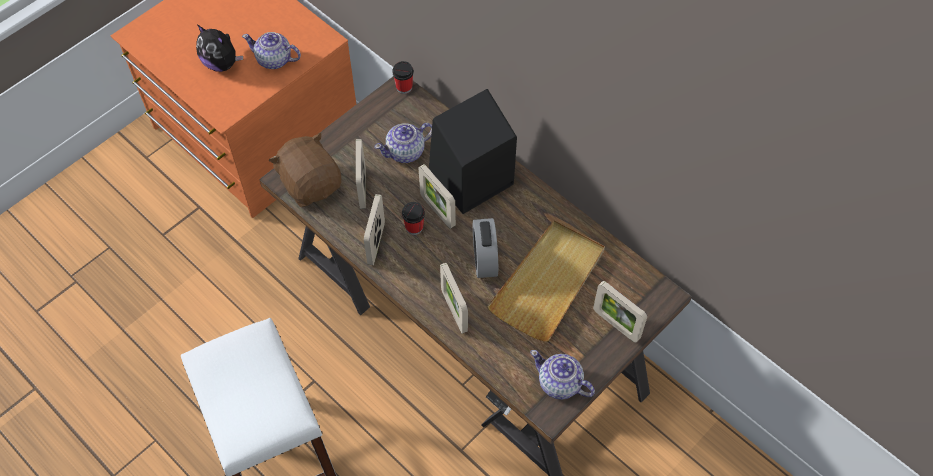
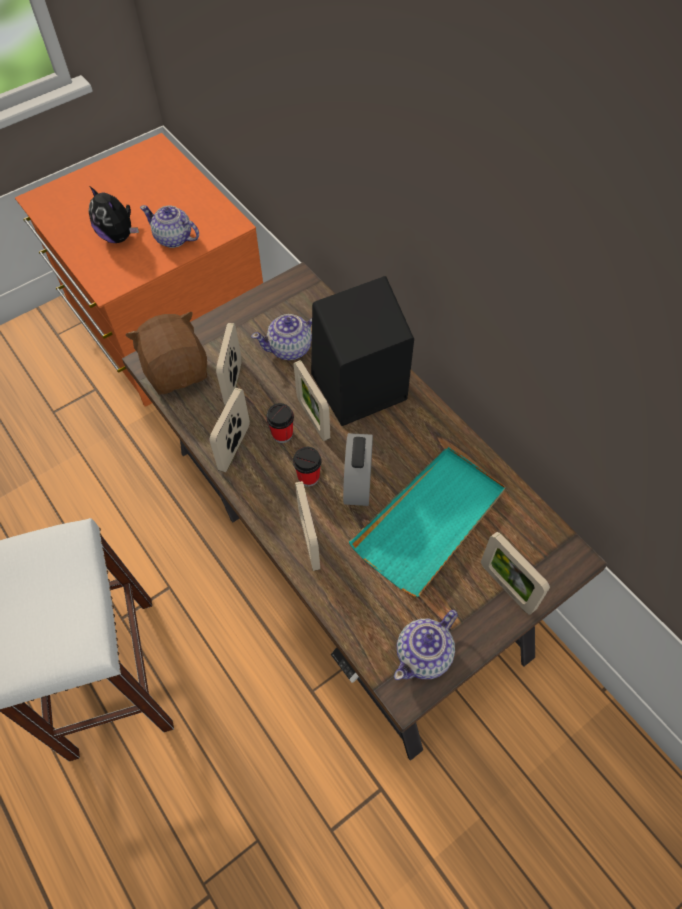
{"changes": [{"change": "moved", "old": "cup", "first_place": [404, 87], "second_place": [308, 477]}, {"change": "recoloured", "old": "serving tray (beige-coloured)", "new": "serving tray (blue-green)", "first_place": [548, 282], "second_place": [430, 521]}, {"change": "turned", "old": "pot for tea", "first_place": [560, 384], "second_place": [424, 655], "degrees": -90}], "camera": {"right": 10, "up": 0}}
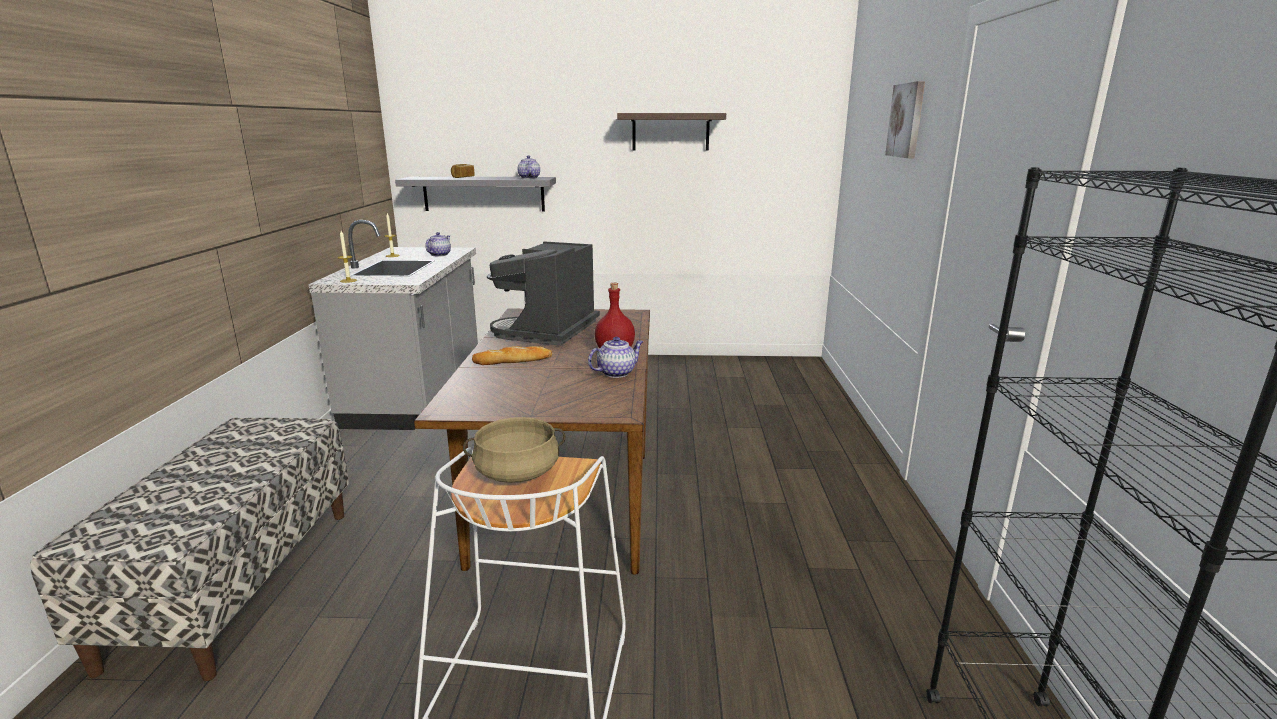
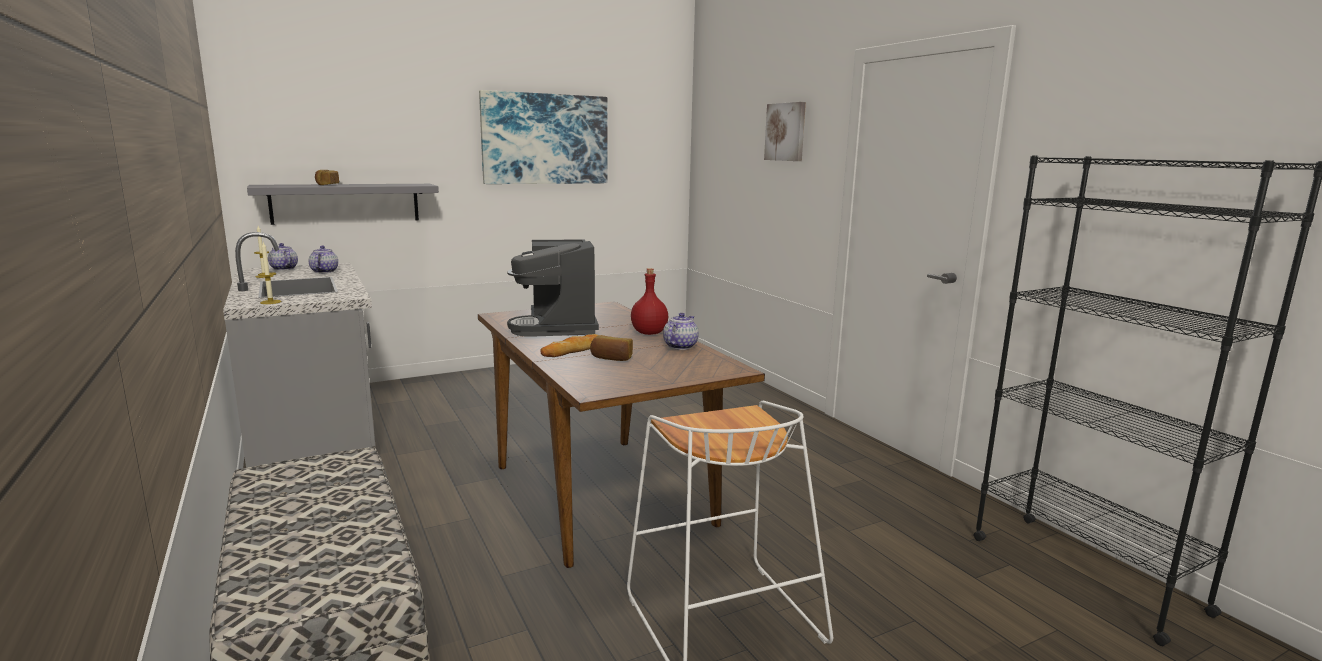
{"changes": [{"change": "replaced", "old": "bracket shelf", "new": "wall art", "first_place": [670, 132], "second_place": [545, 139]}, {"change": "moved", "old": "pot for tea", "first_place": [529, 178], "second_place": [283, 268]}, {"change": "removed", "old": "saucepot (beige-coloured)", "first_place": [517, 472]}, {"change": "added", "new": "baked bread", "second_place": [611, 358]}], "camera": {"right": -30, "up": -5}}
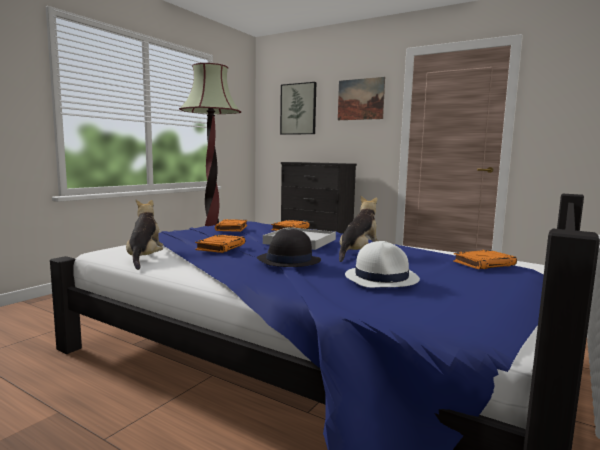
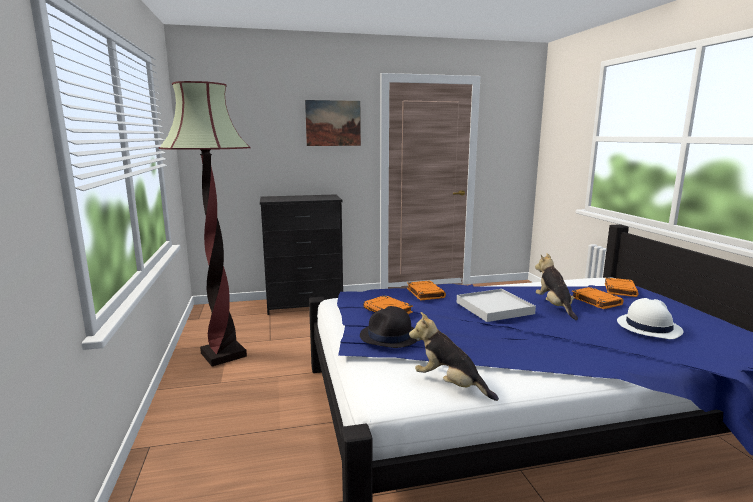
{"changes": [{"change": "removed", "old": "wall art", "first_place": [298, 109]}, {"change": "moved", "old": "wearable hat (black-coloured)", "first_place": [288, 260], "second_place": [389, 336]}, {"change": "moved", "old": "book (orangey)", "first_place": [221, 247], "second_place": [595, 301]}], "camera": {"right": -45, "up": 5}}
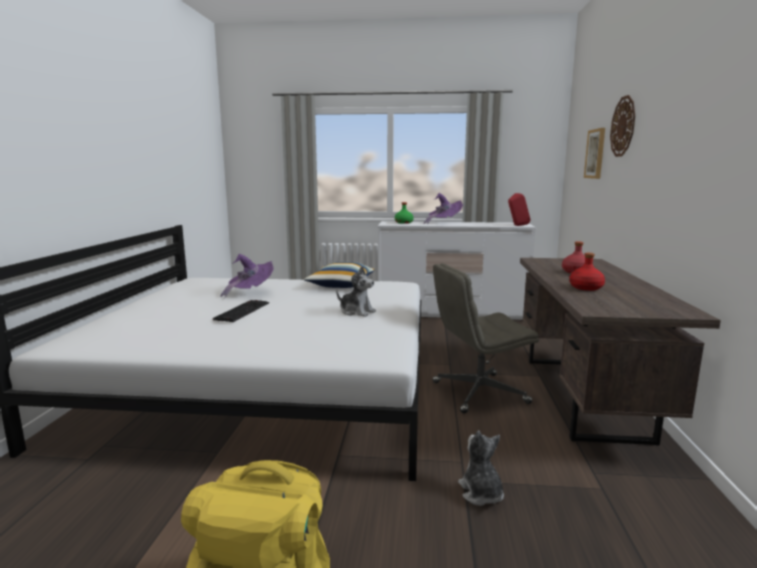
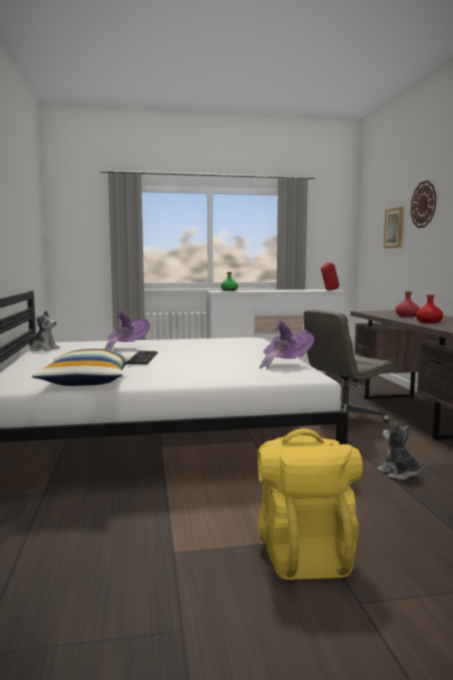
{"changes": [{"change": "moved", "old": "wearable hat (purple)", "first_place": [443, 223], "second_place": [285, 364]}, {"change": "moved", "old": "throw pillow", "first_place": [341, 285], "second_place": [86, 382]}, {"change": "moved", "old": "cuddly toy", "first_place": [356, 312], "second_place": [43, 349]}], "camera": {"right": -15, "up": -5}}
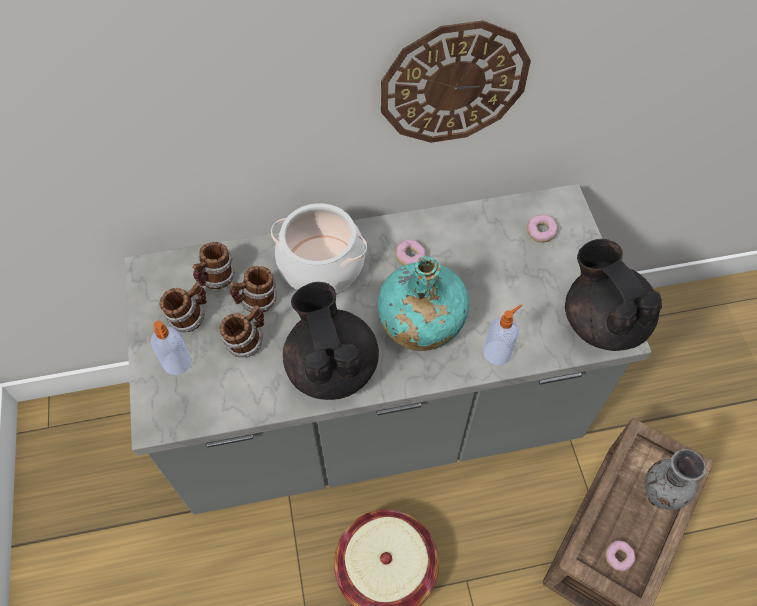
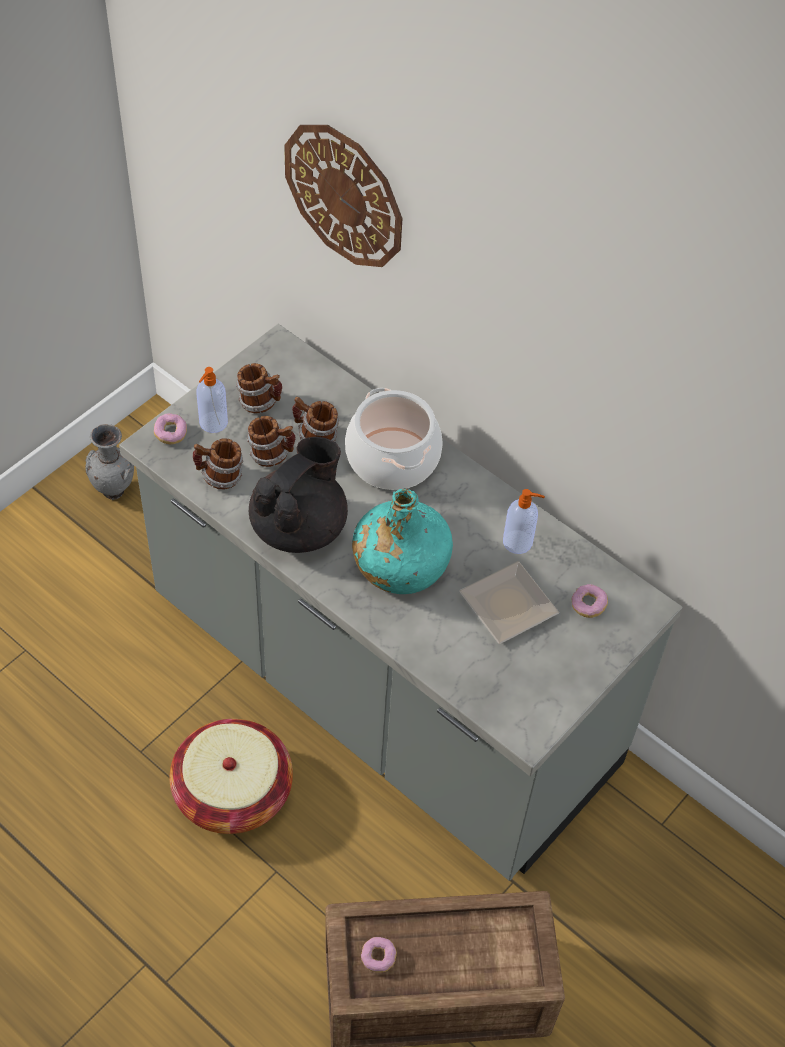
{"changes": [{"change": "moved", "old": "hanging clock", "first_place": [453, 83], "second_place": [344, 195]}, {"change": "removed", "old": "pot for tea (black-coloured)", "first_place": [602, 321]}, {"change": "moved", "old": "ring doughnut", "first_place": [410, 257], "second_place": [171, 434]}, {"change": "moved", "old": "mug", "first_place": [216, 279], "second_place": [219, 477]}, {"change": "moved", "old": "liquid soap bottle", "first_place": [498, 352], "second_place": [518, 542]}, {"change": "moved", "old": "decorative vase (greyish)", "first_place": [657, 494], "second_place": [115, 491]}, {"change": "added", "new": "flat dish", "second_place": [504, 604]}], "camera": {"right": 50, "up": -5}}
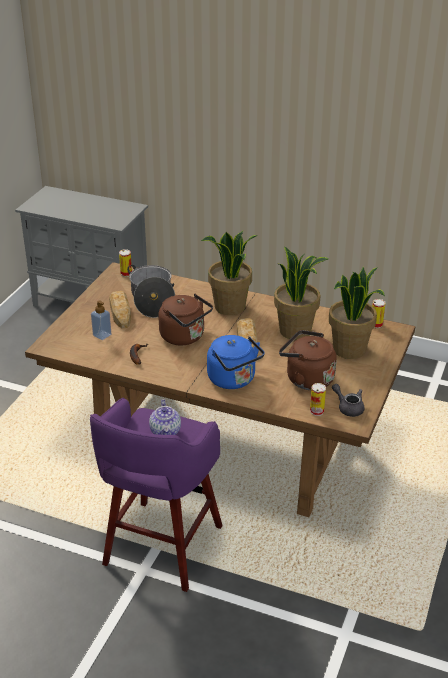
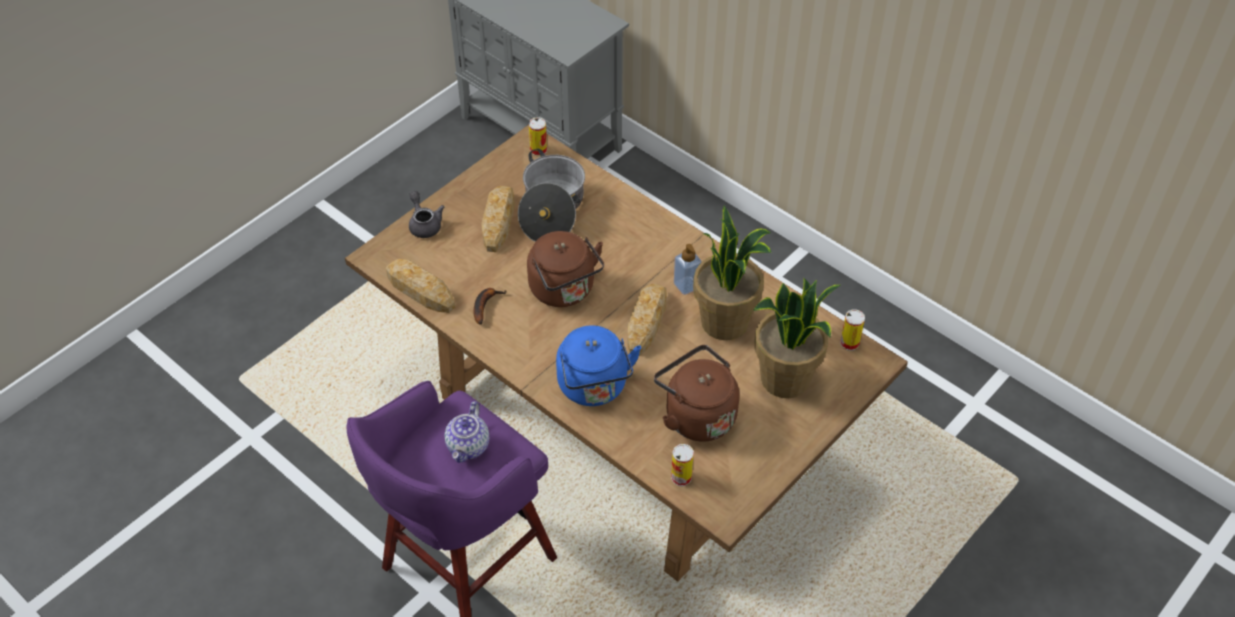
{"changes": [{"change": "removed", "old": "houseplant", "first_place": [230, 307]}, {"change": "moved", "old": "liquid soap bottle", "first_place": [102, 335], "second_place": [686, 285]}, {"change": "moved", "old": "pot for tea (greyish)", "first_place": [348, 407], "second_place": [424, 224]}, {"change": "added", "new": "baked bread", "second_place": [420, 290]}], "camera": {"right": 20, "up": 15}}
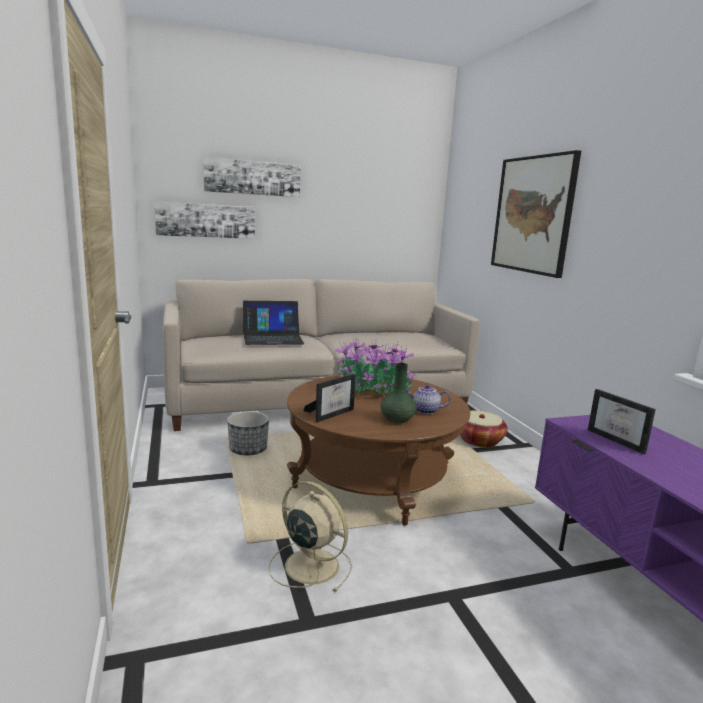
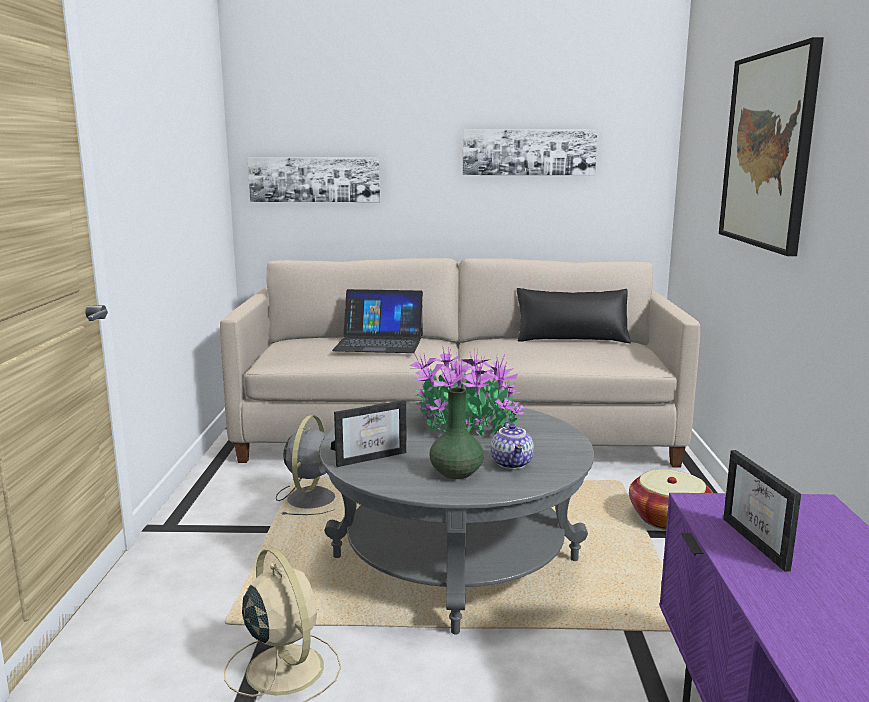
{"changes": [{"change": "moved", "old": "wall art", "first_place": [252, 177], "second_place": [528, 152]}, {"change": "recoloured", "old": "coffee table (brown-coloured)", "new": "coffee table (greyish)", "first_place": [372, 479], "second_place": [455, 559]}, {"change": "turned", "old": "pot for tea", "first_place": [425, 411], "second_place": [512, 464], "degrees": -120}, {"change": "replaced", "old": "plant pot", "new": "fan (greyish)", "first_place": [248, 450], "second_place": [312, 498]}, {"change": "added", "new": "throw pillow (black-coloured)", "second_place": [571, 339]}], "camera": {"right": 20, "up": 0}}
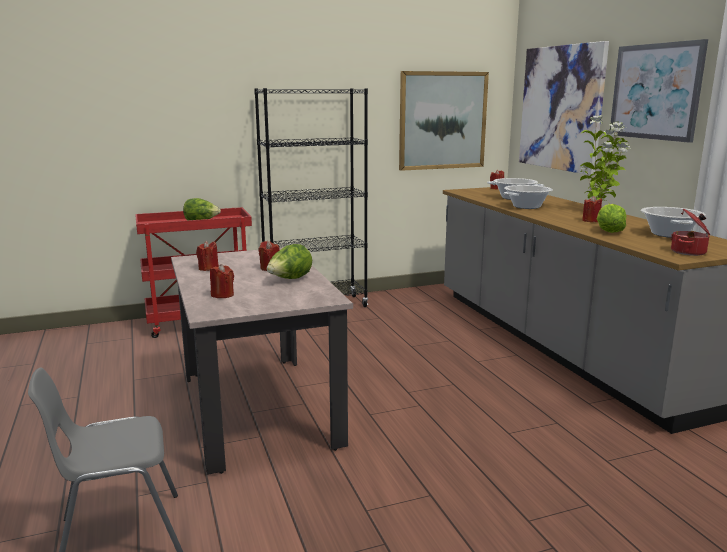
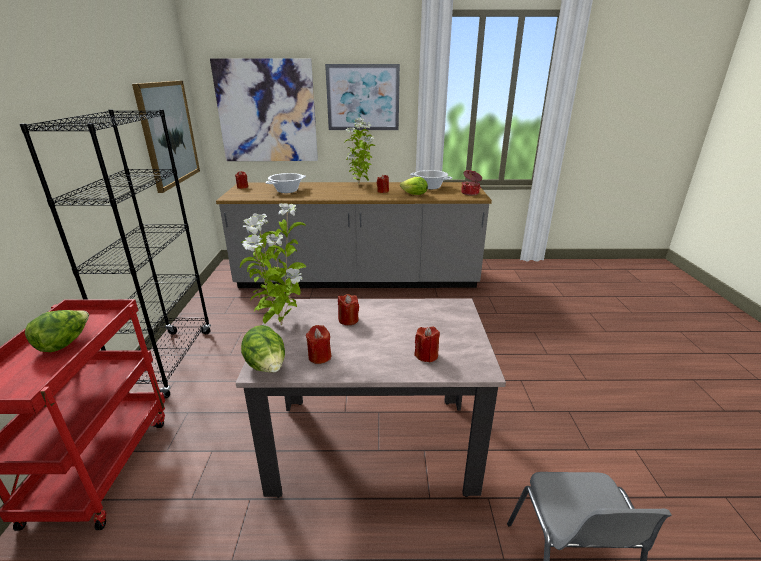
{"changes": [{"change": "removed", "old": "saucepot", "first_place": [527, 207]}, {"change": "moved", "old": "lettuce", "first_place": [290, 279], "second_place": [267, 367]}, {"change": "added", "new": "houseplant", "second_place": [280, 324]}], "camera": {"right": -70, "up": 10}}
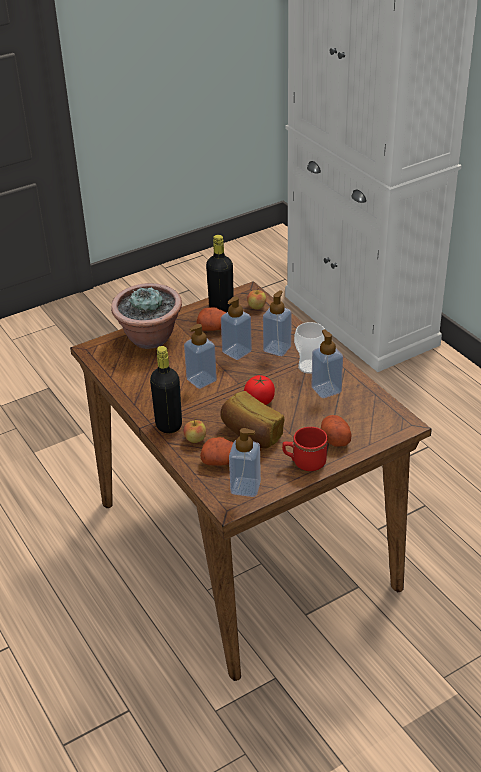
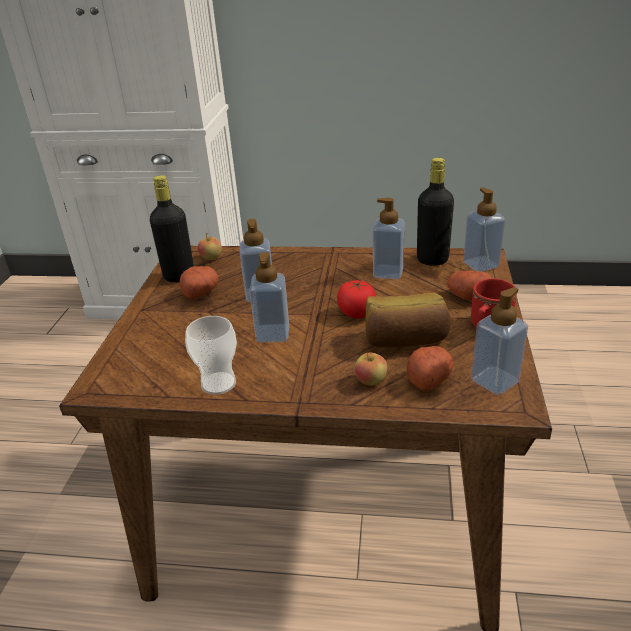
{"changes": [{"change": "removed", "old": "houseplant", "first_place": [150, 338]}, {"change": "moved", "old": "liquid soap bottle", "first_place": [277, 348], "second_place": [481, 265]}, {"change": "moved", "old": "cup", "first_place": [309, 366], "second_place": [218, 383]}, {"change": "moved", "old": "bottle (black-coloured)", "first_place": [168, 425], "second_place": [432, 260]}], "camera": {"right": -50, "up": -5}}
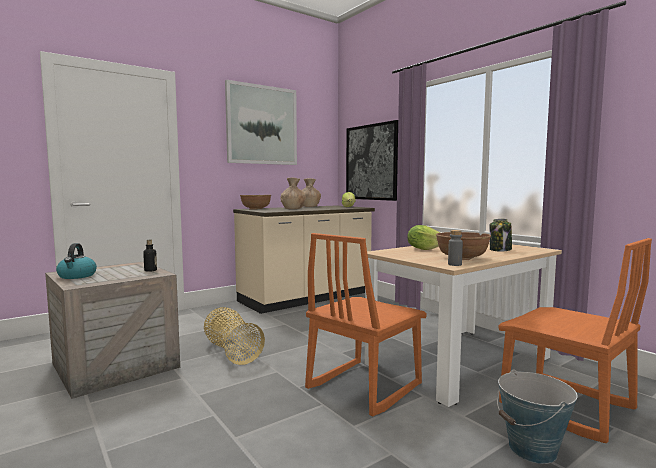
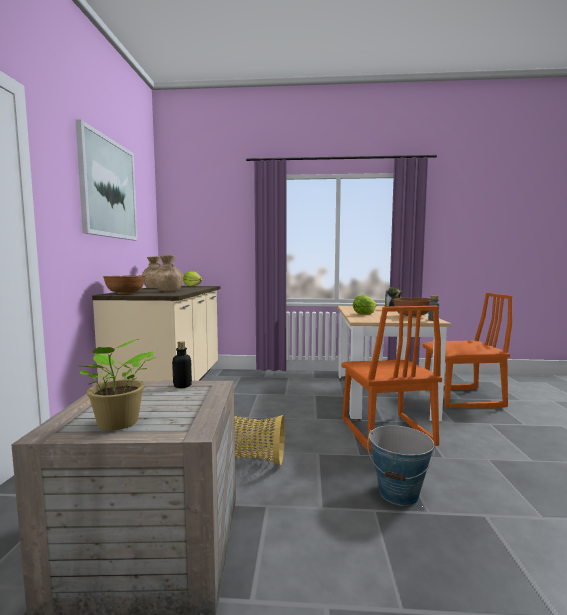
{"changes": [{"change": "removed", "old": "wall art", "first_place": [372, 162]}, {"change": "replaced", "old": "water kettle", "new": "houseplant", "first_place": [77, 276], "second_place": [117, 424]}, {"change": "moved", "old": "pail", "first_place": [532, 449], "second_place": [399, 493]}], "camera": {"right": -50, "up": 0}}
